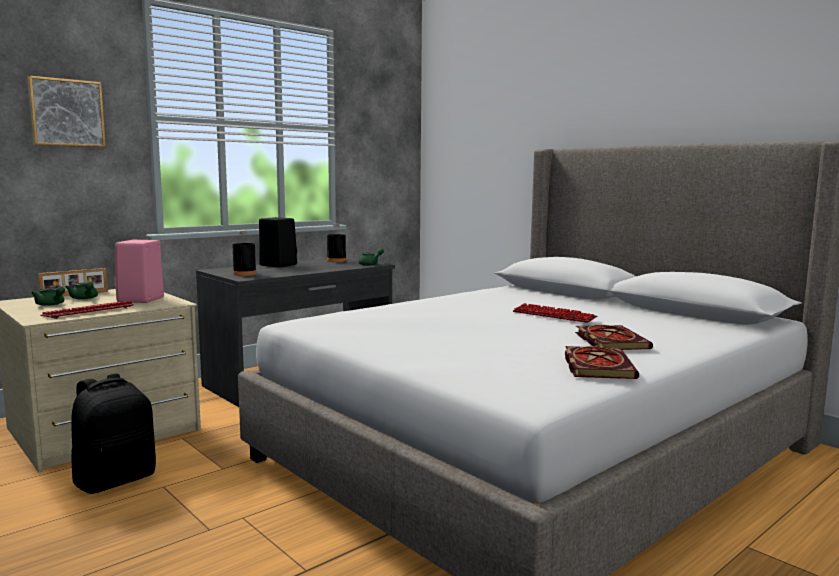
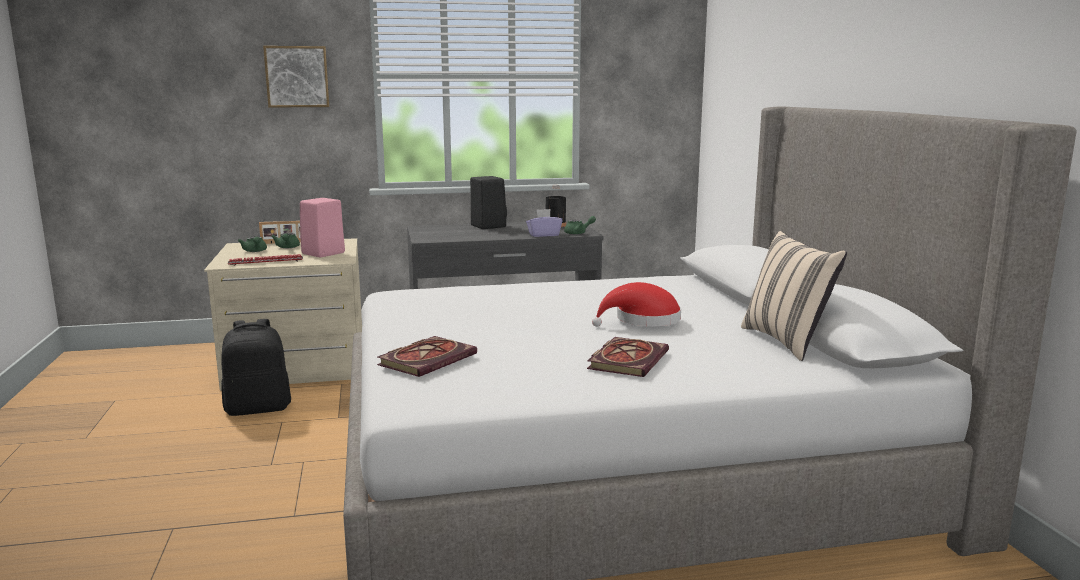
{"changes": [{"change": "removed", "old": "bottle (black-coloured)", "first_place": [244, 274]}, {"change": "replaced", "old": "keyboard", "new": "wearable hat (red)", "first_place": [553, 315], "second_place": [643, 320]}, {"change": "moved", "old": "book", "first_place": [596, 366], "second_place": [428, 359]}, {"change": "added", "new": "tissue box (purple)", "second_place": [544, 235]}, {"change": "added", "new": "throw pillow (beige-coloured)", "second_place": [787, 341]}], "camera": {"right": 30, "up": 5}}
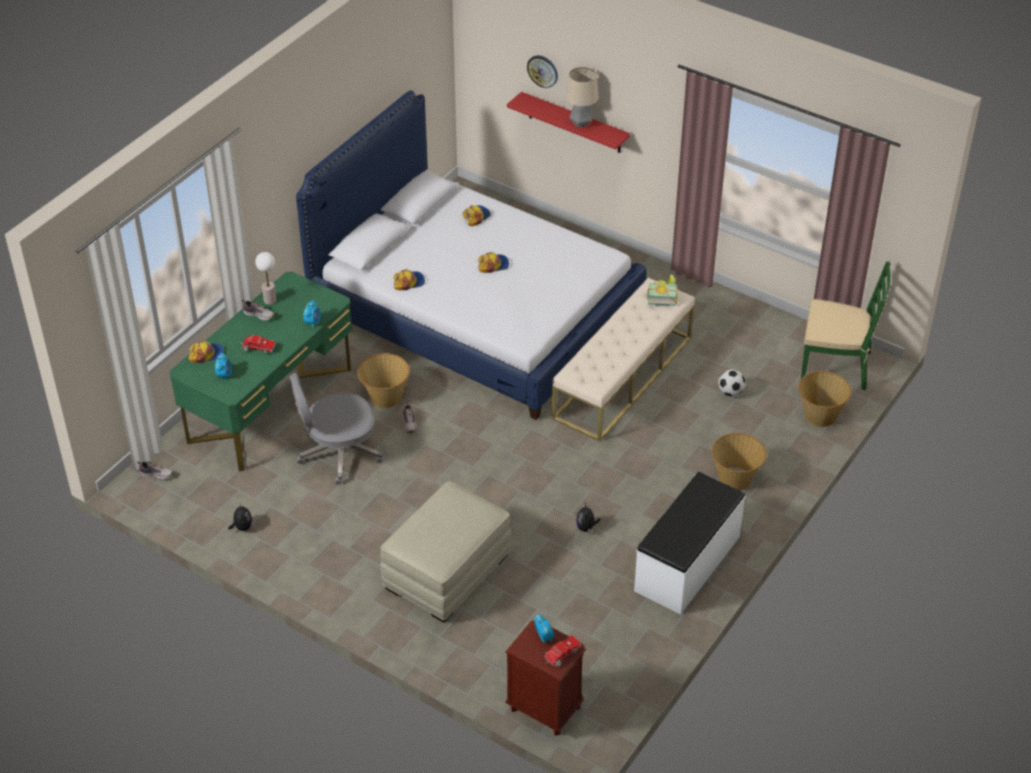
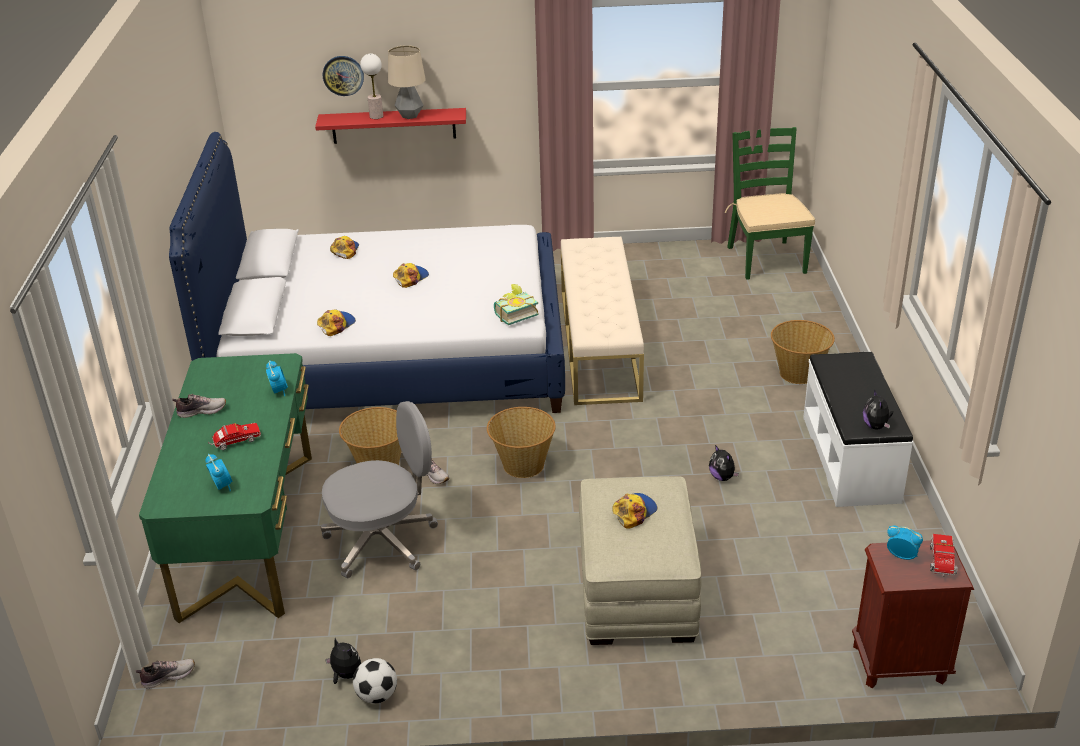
{"changes": [{"change": "moved", "old": "tabletop lamp", "first_place": [270, 300], "second_place": [376, 116]}, {"change": "turned", "old": "upright chair (greenish)", "first_place": [836, 366], "second_place": [766, 259], "degrees": -75}, {"change": "moved", "old": "book", "first_place": [662, 297], "second_place": [514, 314]}, {"change": "moved", "old": "baseball cap", "first_place": [206, 354], "second_place": [634, 512]}, {"change": "moved", "old": "football", "first_place": [730, 392], "second_place": [377, 695]}, {"change": "moved", "old": "storage basket", "first_place": [820, 415], "second_place": [522, 465]}, {"change": "turned", "old": "desk chair (greyish)", "first_place": [338, 454], "second_place": [383, 541], "degrees": -150}, {"change": "added", "new": "cuddly toy", "second_place": [876, 426]}], "camera": {"right": -35, "up": -10}}
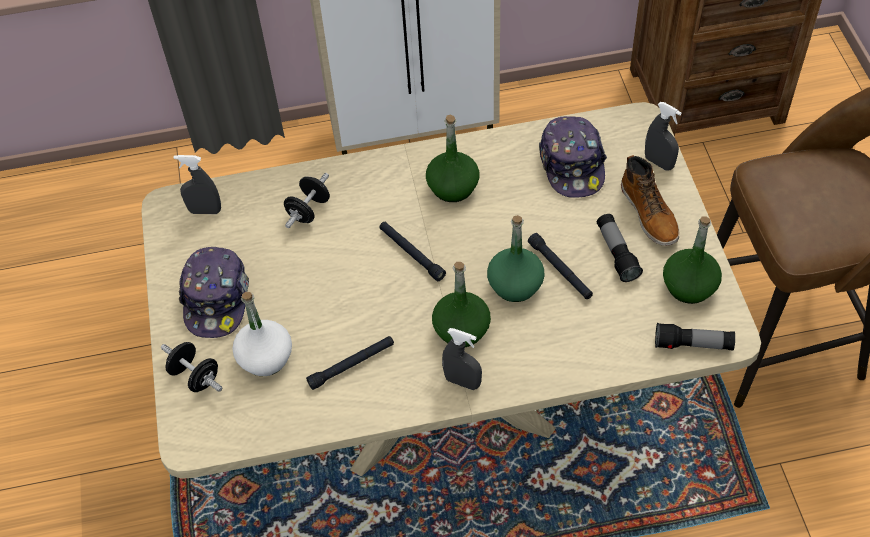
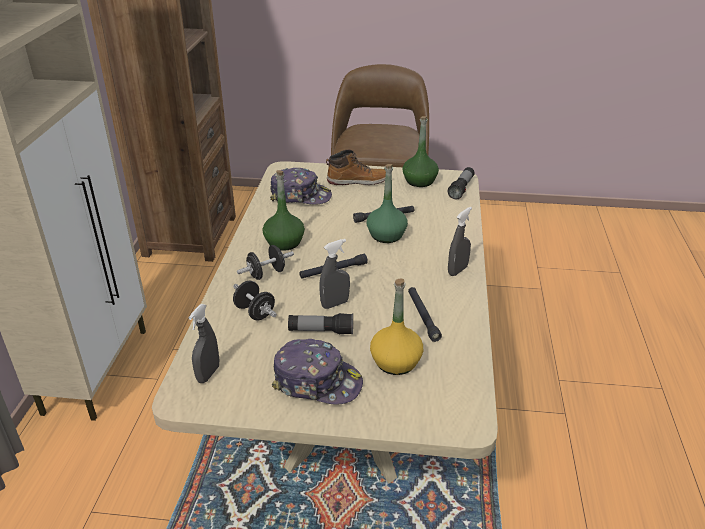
{"changes": [{"change": "moved", "old": "spray bottle (greyish)", "first_place": [658, 162], "second_place": [335, 304]}, {"change": "moved", "old": "torch", "first_place": [616, 253], "second_place": [321, 331]}, {"change": "removed", "old": "bottle (greenish)", "first_place": [461, 329]}, {"change": "recoloured", "old": "bottle (whitish)", "new": "bottle (yellowish)", "first_place": [265, 357], "second_place": [395, 362]}, {"change": "moved", "old": "free weight (black-coloured)", "first_place": [195, 376], "second_place": [266, 274]}], "camera": {"right": -75, "up": -20}}
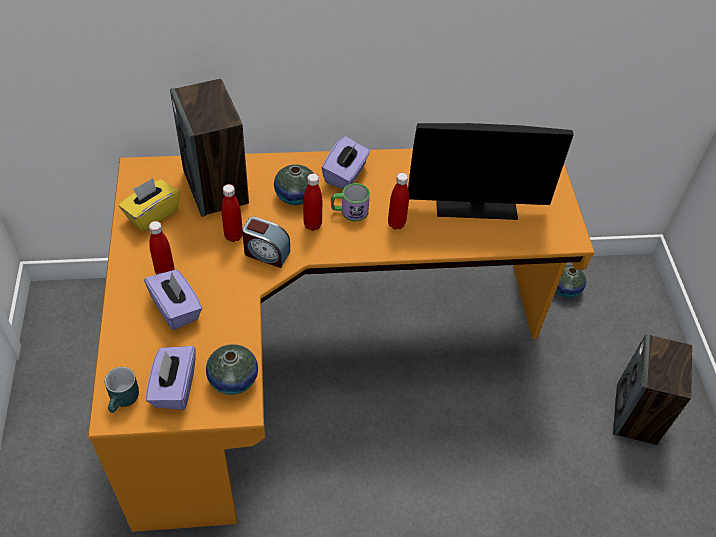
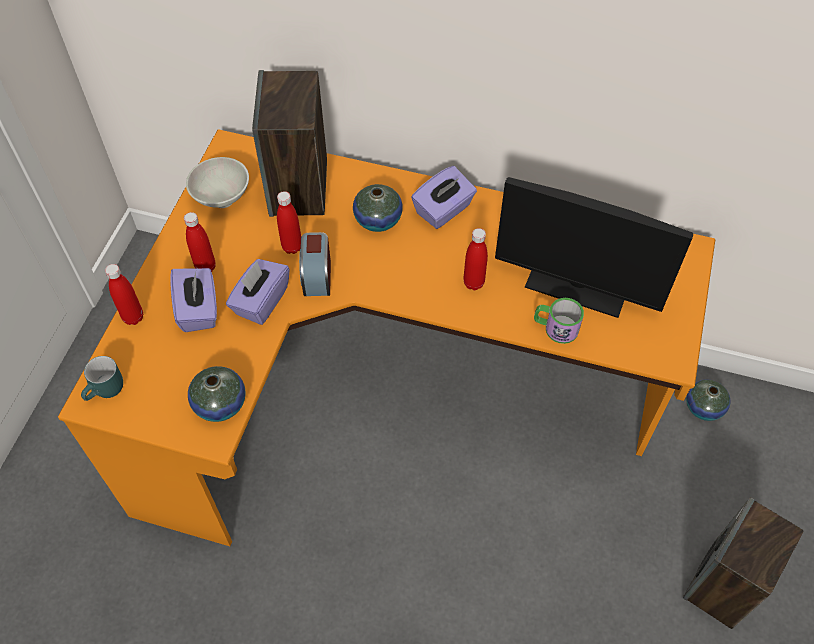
{"changes": [{"change": "moved", "old": "bottle (red)", "first_place": [312, 225], "second_place": [133, 317]}, {"change": "replaced", "old": "tissue box (yellowish)", "new": "bowl (whitish)", "first_place": [152, 214], "second_place": [221, 200]}, {"change": "moved", "old": "mug", "first_place": [349, 211], "second_place": [555, 328]}, {"change": "turned", "old": "table clock", "first_place": [266, 253], "second_place": [317, 276], "degrees": 45}, {"change": "moved", "old": "tissue box (purple)", "first_place": [174, 388], "second_place": [261, 301]}], "camera": {"right": 25, "up": 5}}
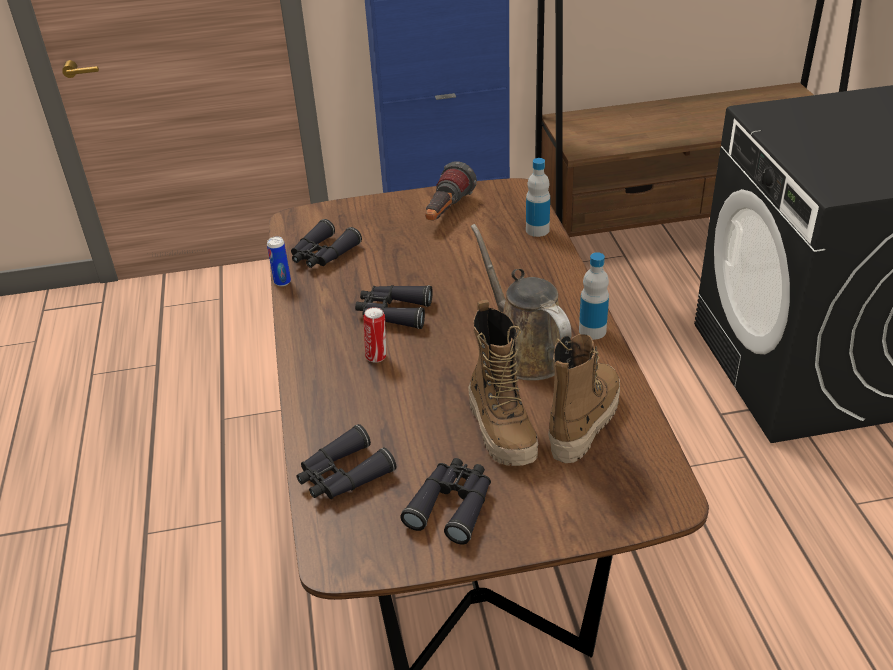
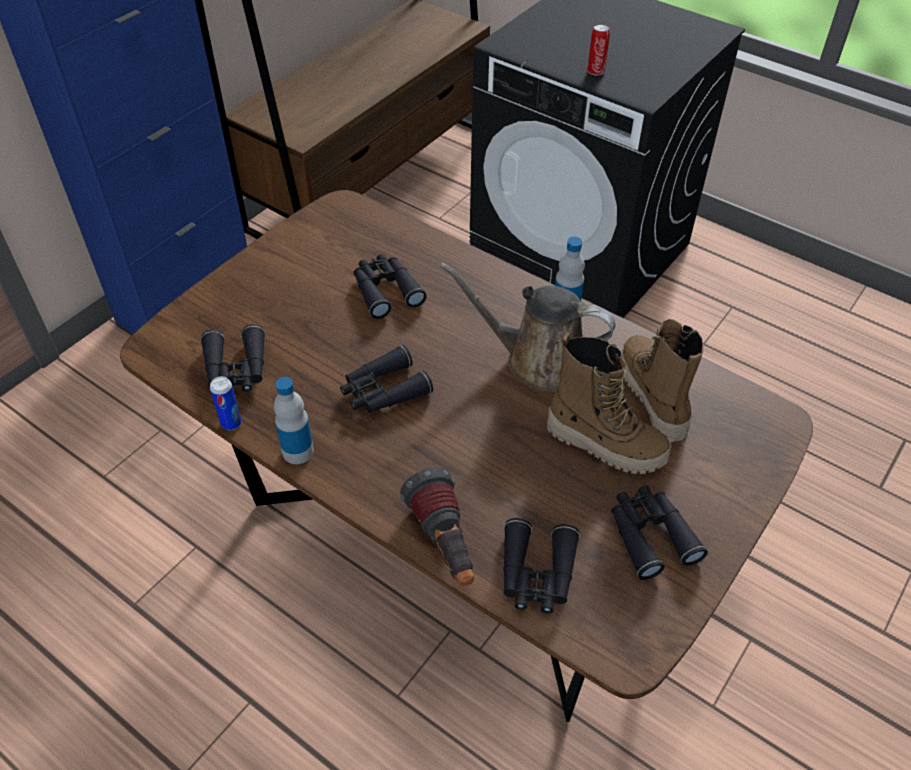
{"changes": [{"change": "moved", "old": "bottle", "first_place": [537, 230], "second_place": [298, 451]}, {"change": "moved", "old": "torch", "first_place": [446, 212], "second_place": [444, 545]}, {"change": "moved", "old": "can", "first_place": [377, 356], "second_place": [595, 71]}, {"change": "added", "new": "field glasses (black-coloured)", "second_place": [385, 290]}], "camera": {"right": -45, "up": 10}}
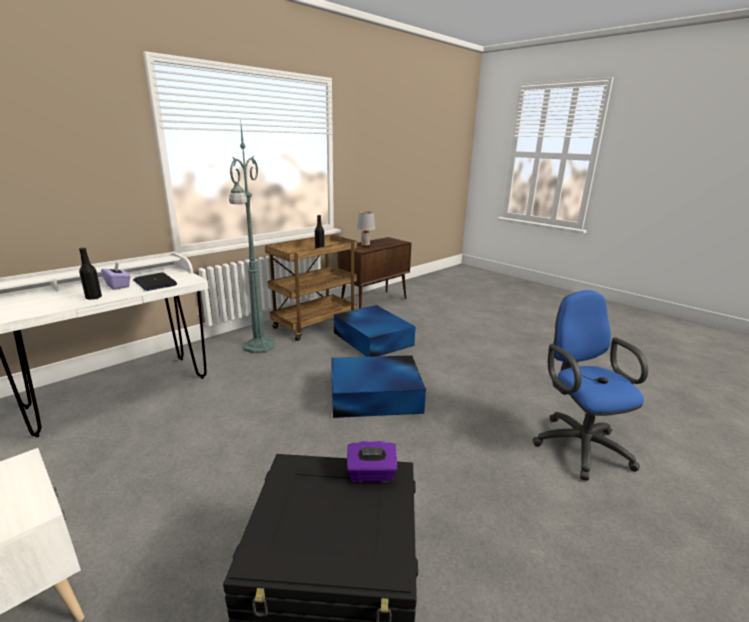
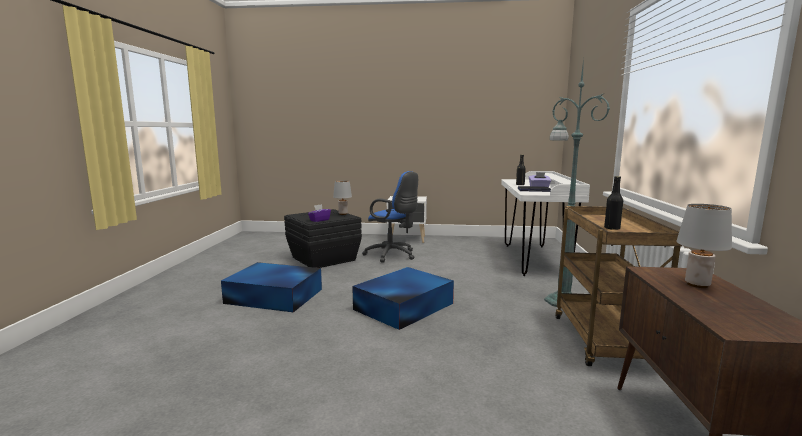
{"changes": [{"change": "moved", "old": "desk chair (blue-coloured)", "first_place": [577, 444], "second_place": [393, 255]}, {"change": "moved", "old": "storage bin (blue-coloured)", "first_place": [372, 338], "second_place": [275, 296]}, {"change": "added", "new": "tabletop lamp (greyish)", "second_place": [343, 214]}], "camera": {"right": 140, "up": -10}}
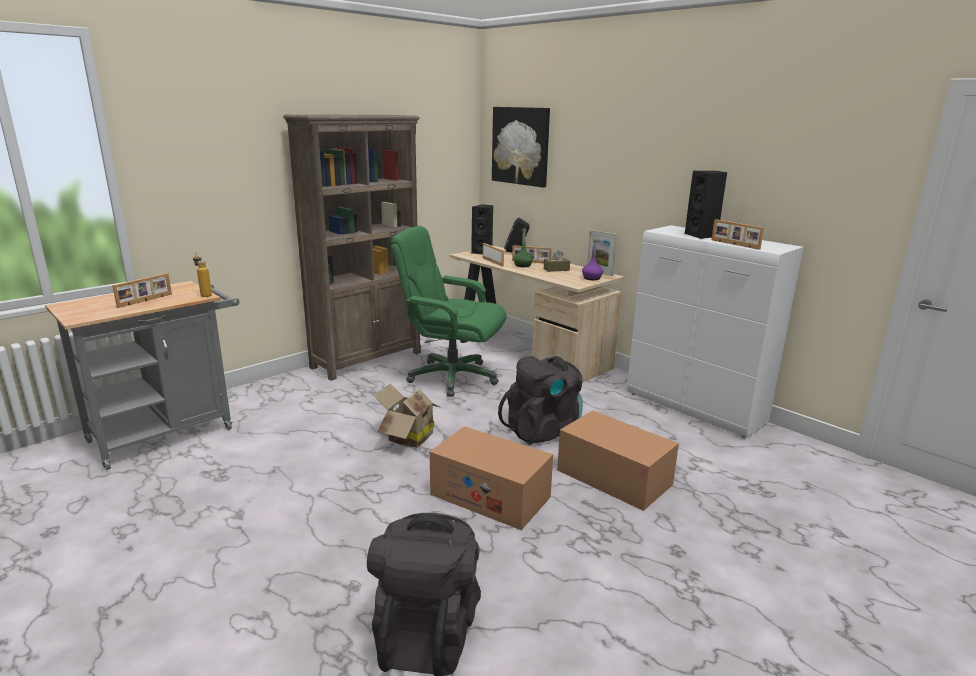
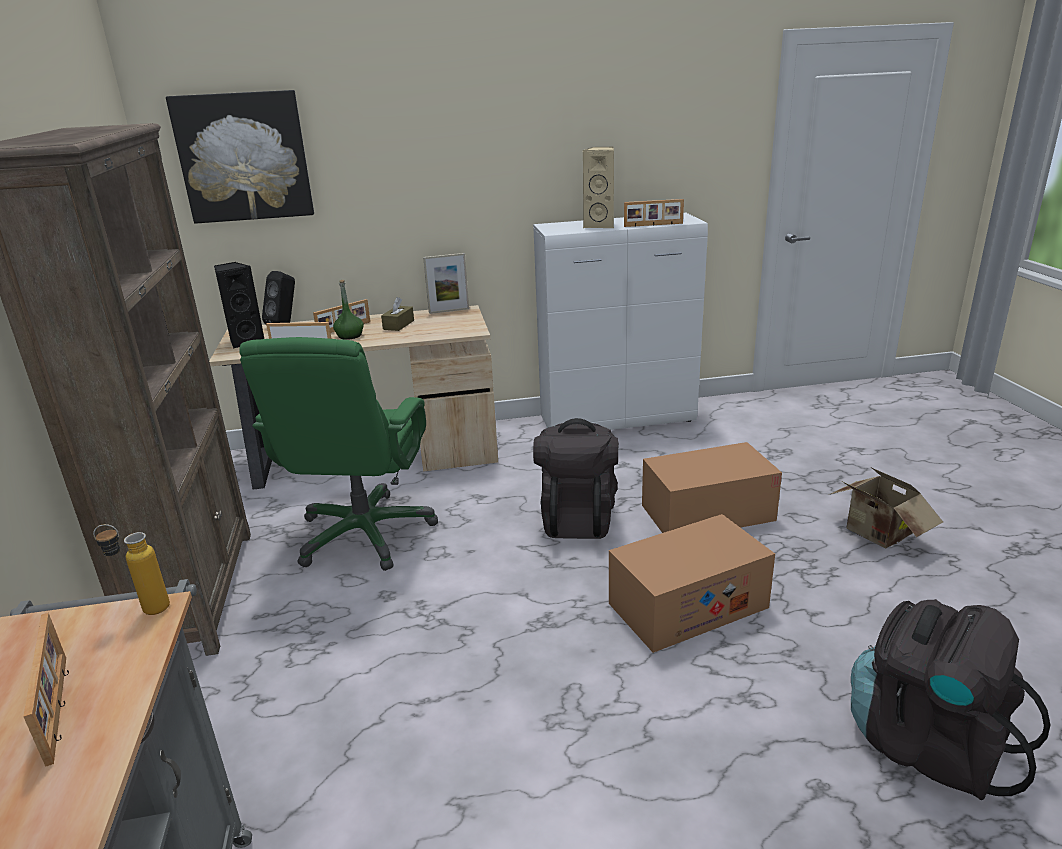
{"changes": [{"change": "recoloured", "old": "audio speaker (black-coloured)", "new": "audio speaker (beige-coloured)", "first_place": [702, 235], "second_place": [601, 225]}, {"change": "turned", "old": "desk chair (greenish)", "first_place": [451, 377], "second_place": [364, 534], "degrees": -45}, {"change": "removed", "old": "bottle (purple)", "first_place": [592, 278]}, {"change": "moved", "old": "carton", "first_place": [407, 438], "second_place": [877, 535]}], "camera": {"right": -55, "up": 5}}
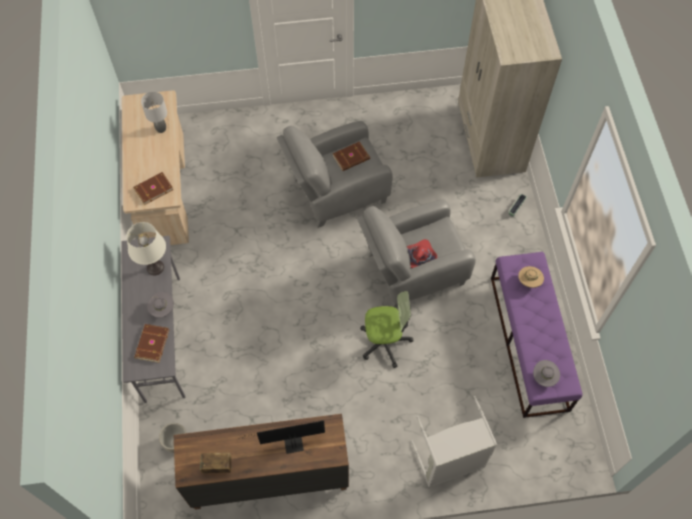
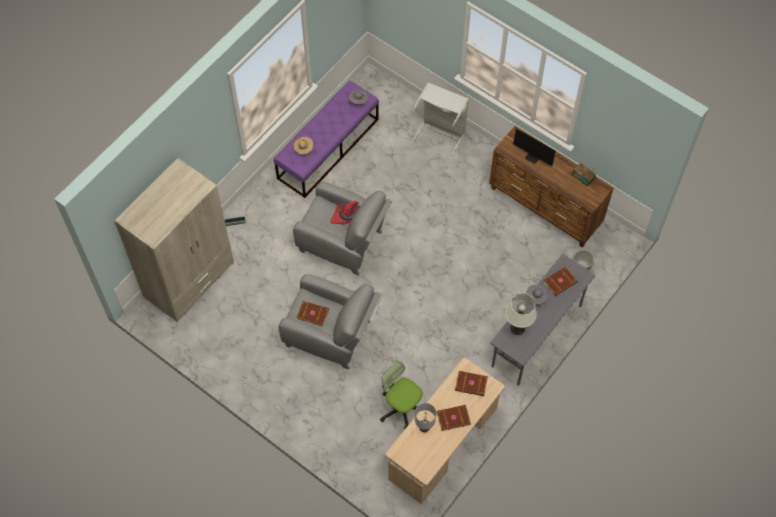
{"changes": [{"change": "moved", "old": "desk chair", "first_place": [385, 342], "second_place": [401, 408]}, {"change": "added", "new": "book (brown-coloured)", "second_place": [453, 417]}], "camera": {"right": -135, "up": 0}}
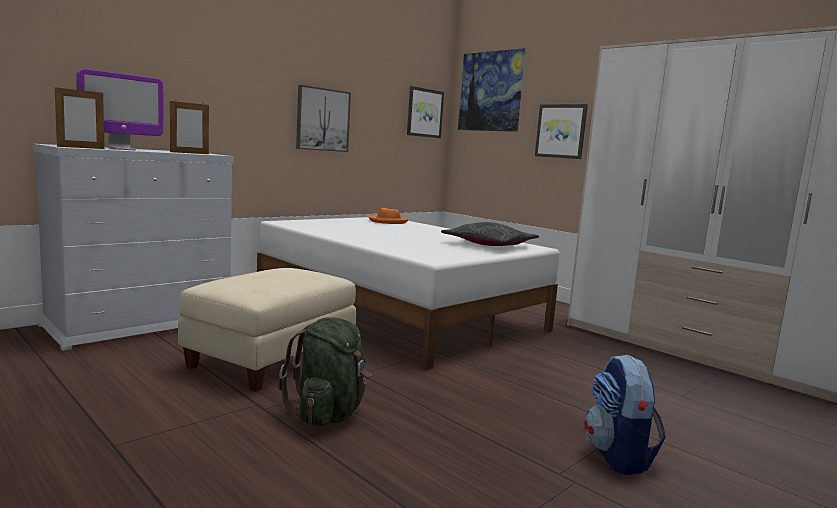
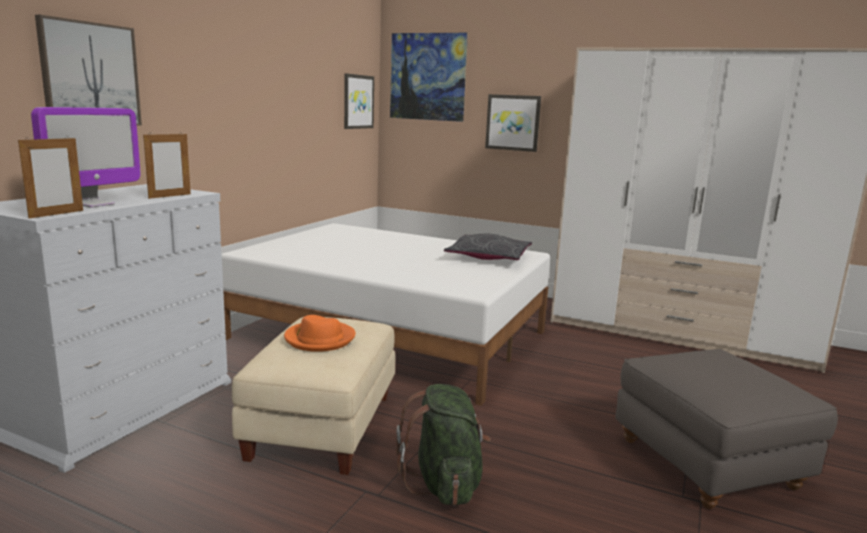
{"changes": [{"change": "moved", "old": "wall art", "first_place": [322, 119], "second_place": [90, 75]}, {"change": "moved", "old": "wearable hat (orangey)", "first_place": [388, 221], "second_place": [319, 339]}, {"change": "replaced", "old": "rucksack", "new": "footrest (greyish)", "first_place": [618, 457], "second_place": [708, 464]}], "camera": {"right": -20, "up": 5}}
